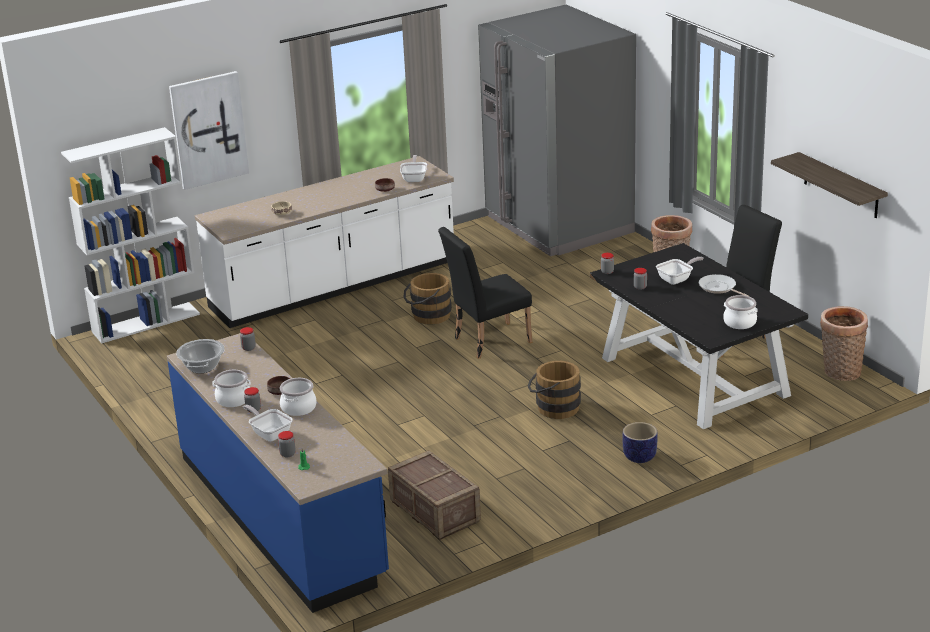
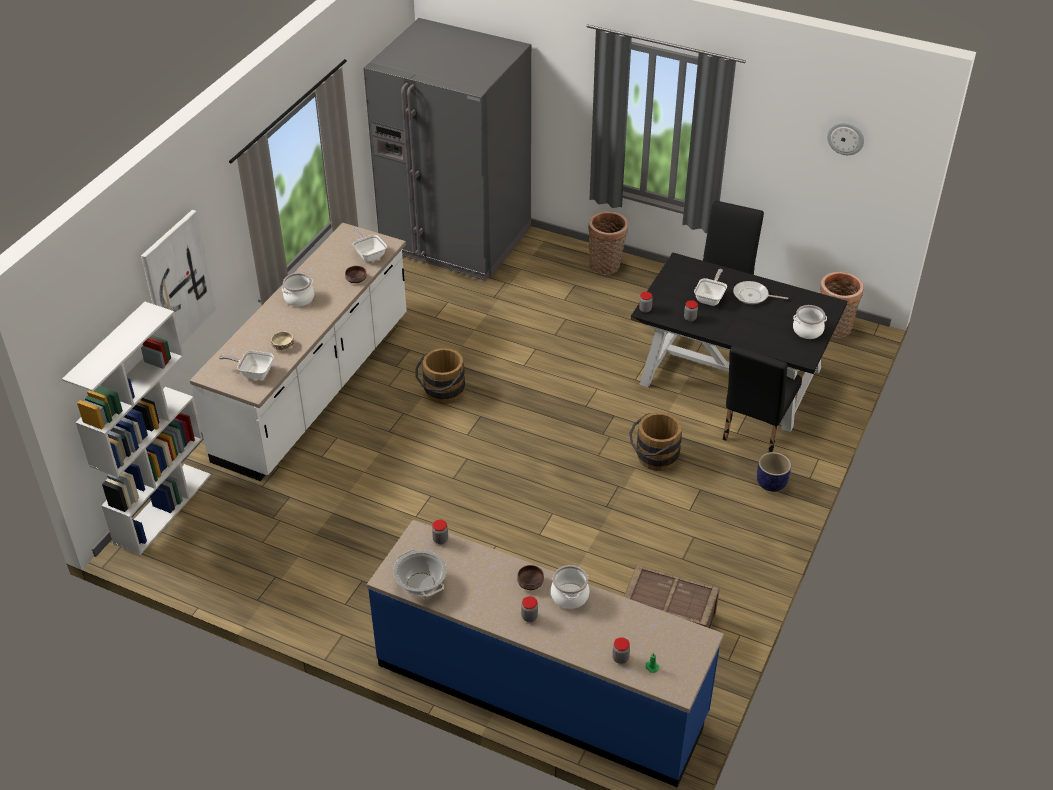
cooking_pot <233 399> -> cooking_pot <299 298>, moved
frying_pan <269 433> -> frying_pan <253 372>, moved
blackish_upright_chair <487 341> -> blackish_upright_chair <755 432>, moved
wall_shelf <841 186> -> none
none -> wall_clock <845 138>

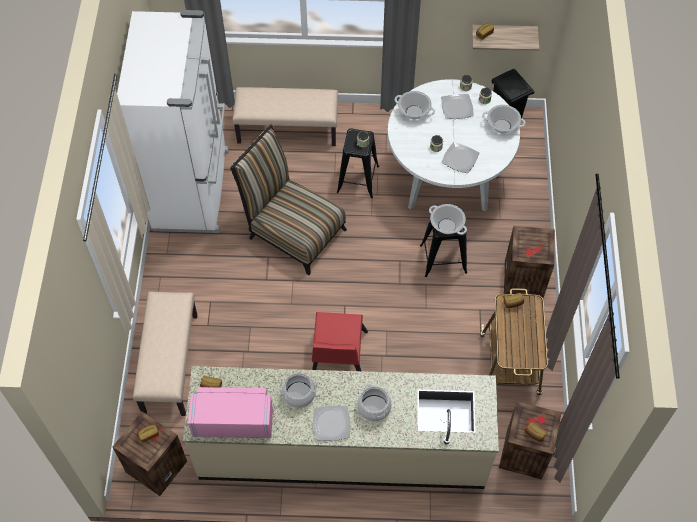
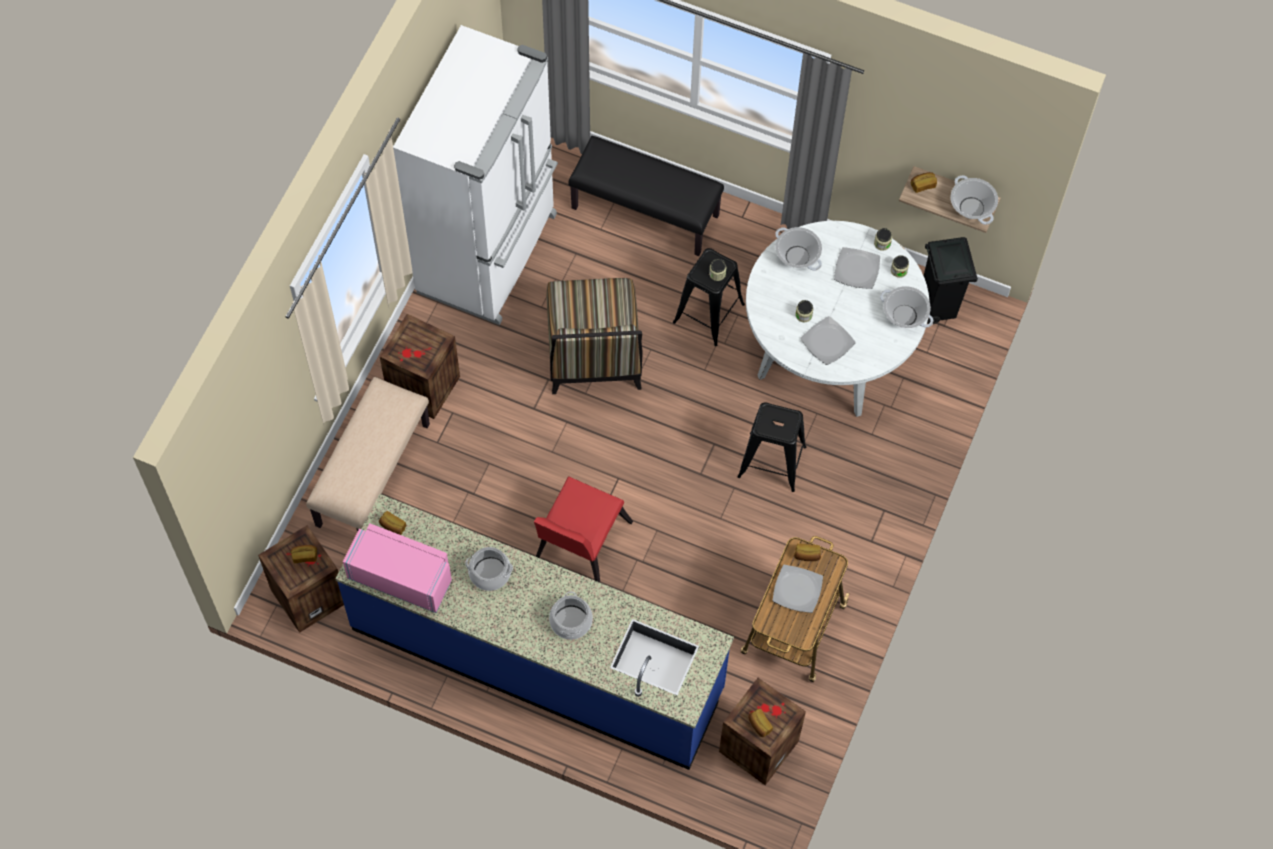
beige-coloured_kitchen_base_unit <342 449> -> blue_kitchen_base_unit <537 658>
upright_chair <292 230> -> upright_chair <594 354>, 150 degrees counterclockwise
beige-coloured_bench <288 129> -> blackish_bench <646 211>
plate <331 424> -> plate <797 590>, moved
cooking_pot <446 226> -> cooking_pot <971 208>, moved
shipping_crate <524 279> -> shipping_crate <424 388>, moved

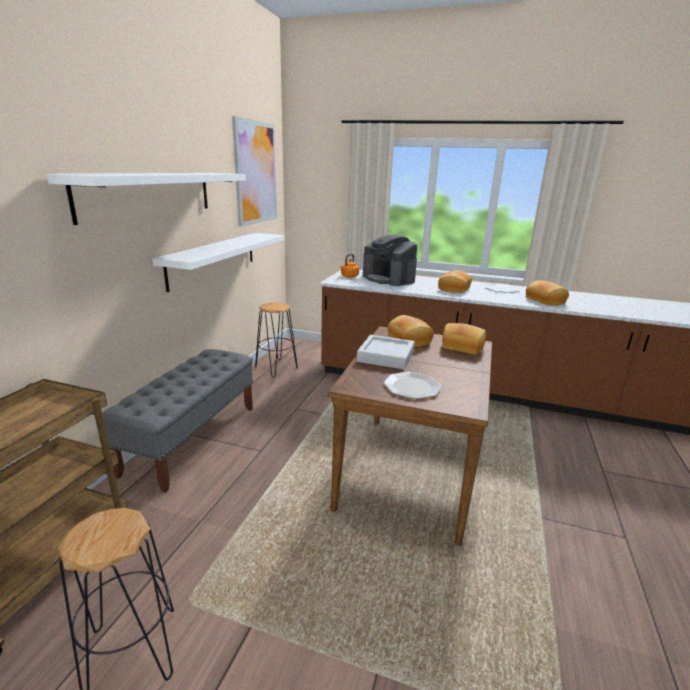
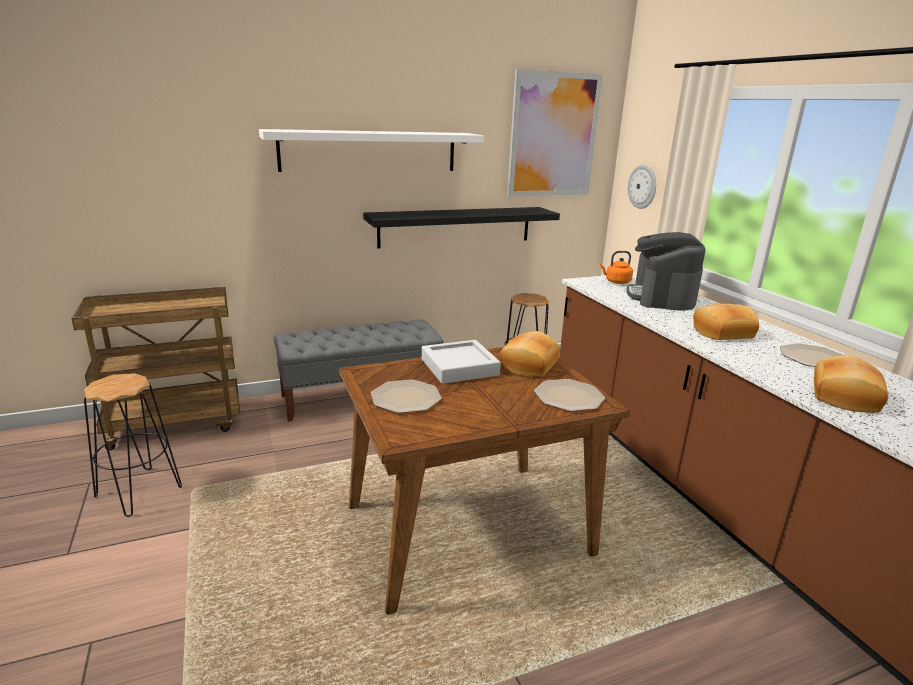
white_wall_shelf <214 259> -> blackish_wall_shelf <456 226>
bakery_bread <462 346> -> plate <569 397>
none -> wall_clock <643 186>

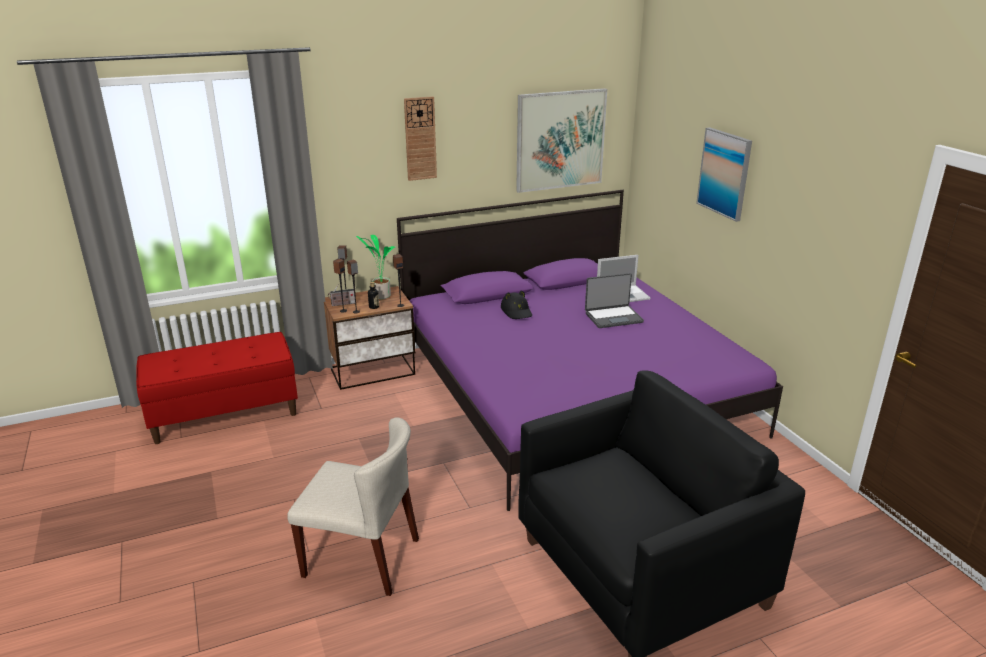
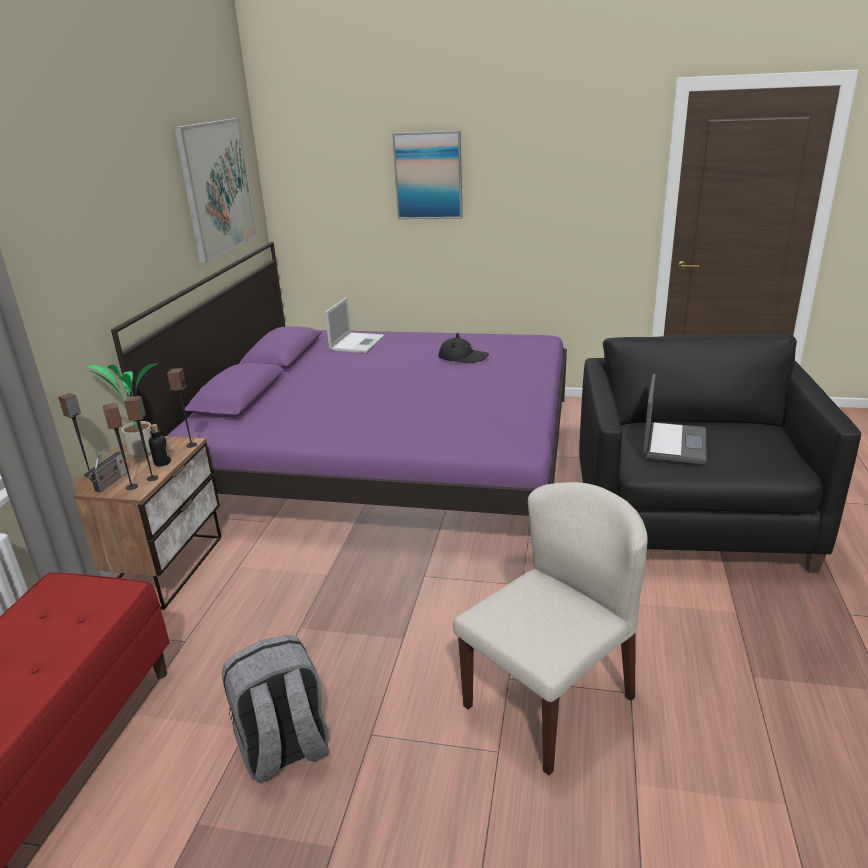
wall_clock <420 139> -> none
blackish_hat <516 311> -> blackish_hat <463 357>, moved
laptop <613 317> -> laptop <672 444>, moved
none -> gray_backpack <284 749>

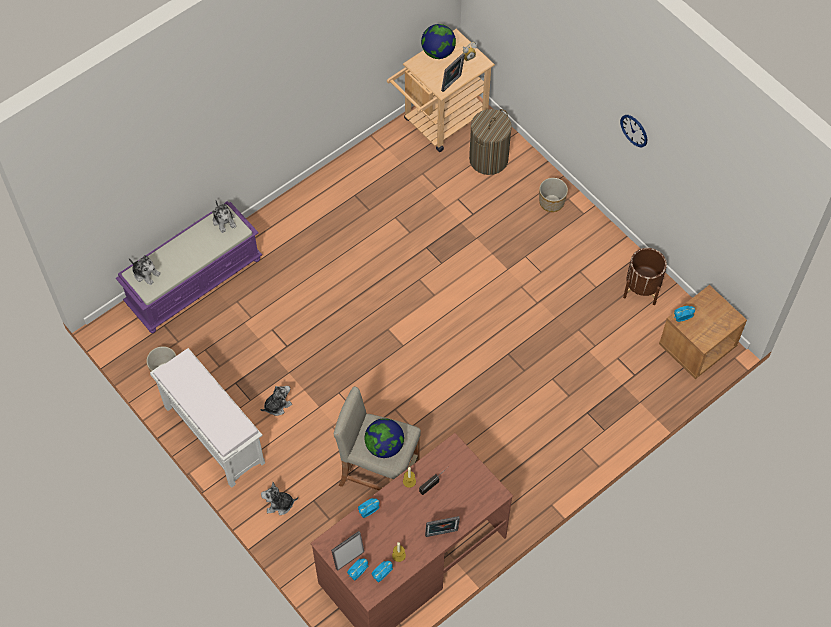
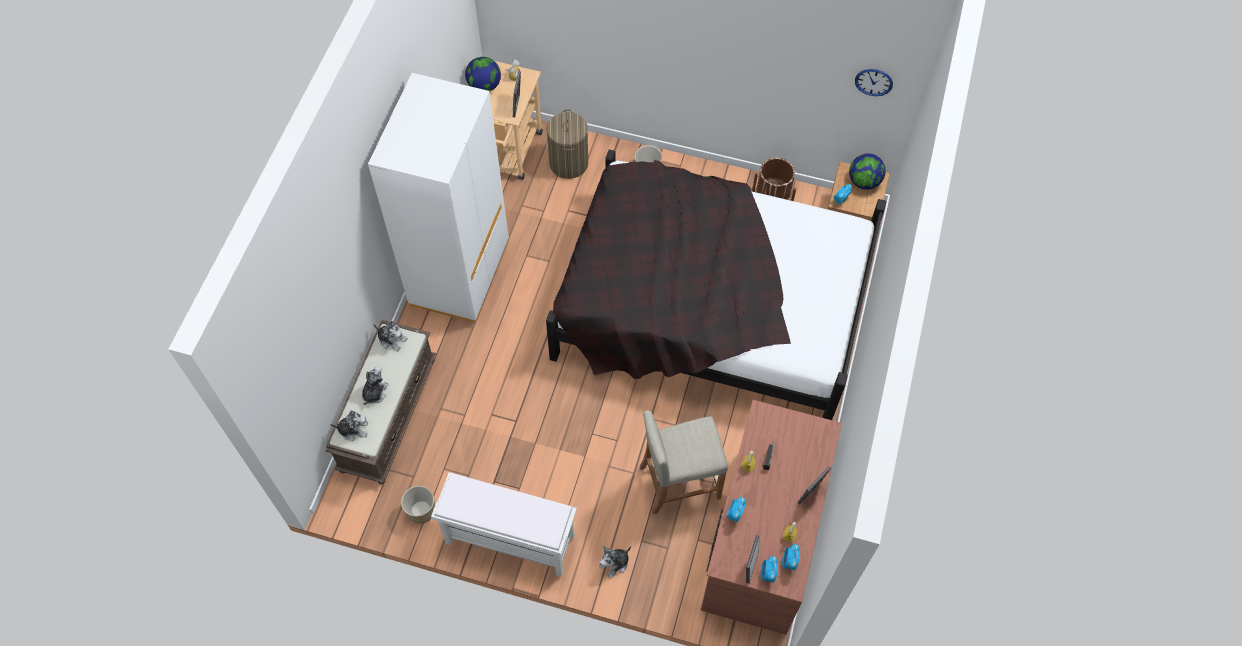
purplish_bench <194 281> -> brownish_bench <387 413>
soft_toy <277 405> -> soft_toy <374 392>, moved
world_globe <384 446> -> world_globe <864 181>, moved
wall_clock <634 130> -> wall_clock <873 82>, moved
none -> white_wardrobe <460 274>
none -> blackish_bedroom_bed <709 308>

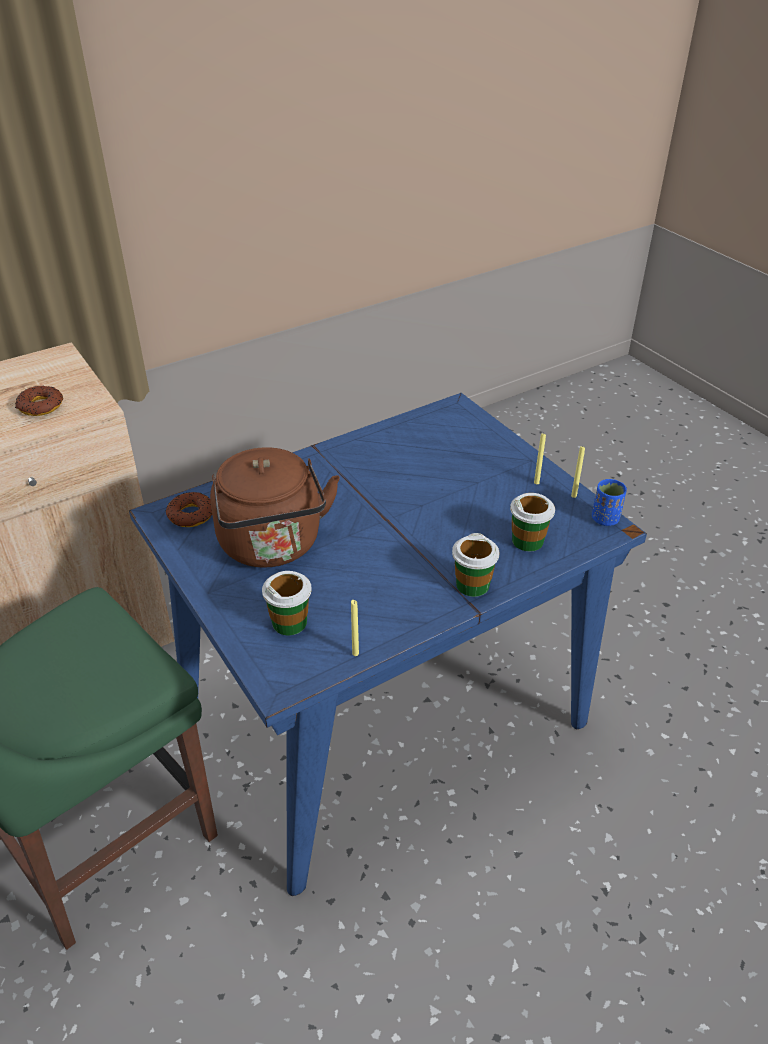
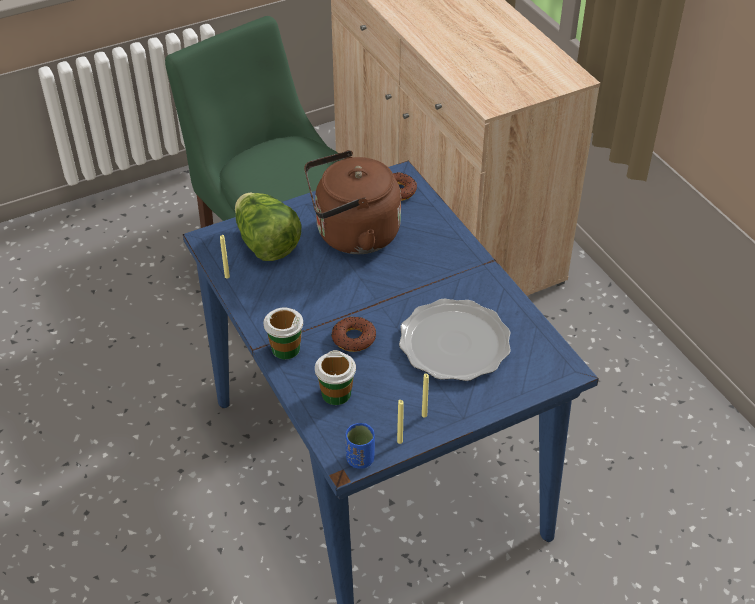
doughnut <40 406> -> doughnut <353 338>, moved
small_cup <290 622> -> lettuce <266 244>
none -> plate <453 343>

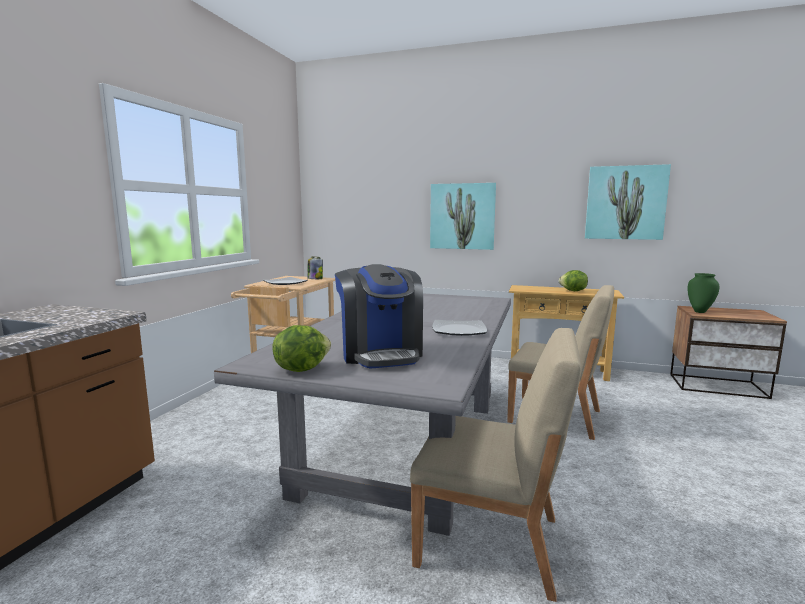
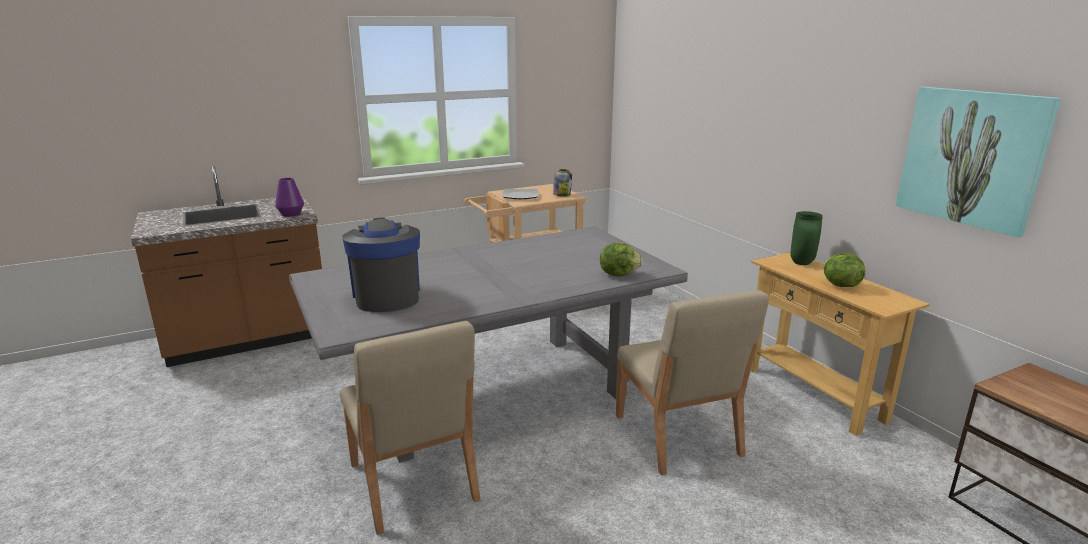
lettuce <301 369> -> lettuce <618 274>, moved
coffee_machine <380 353> -> coffee_machine <386 295>, 135 degrees clockwise
wall_art <462 216> -> none
plate <458 330> -> none
green-coloured_vase <699 312> -> green-coloured_vase <801 263>, moved
none -> purplish_vase <291 214>

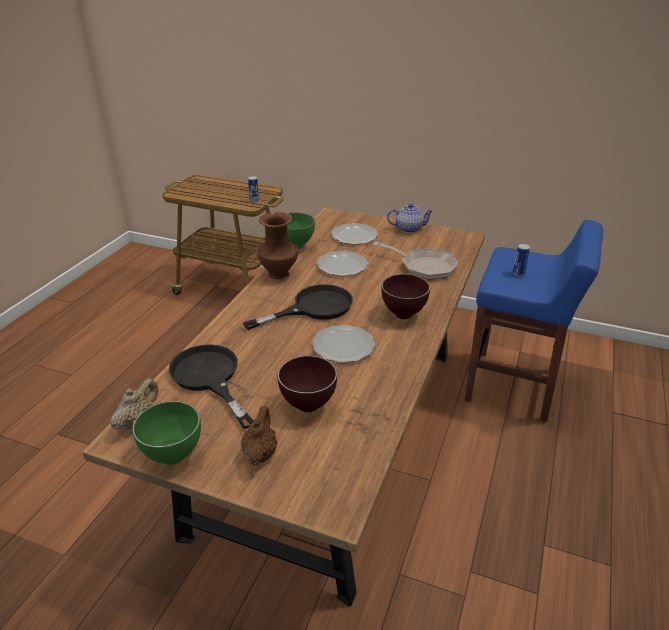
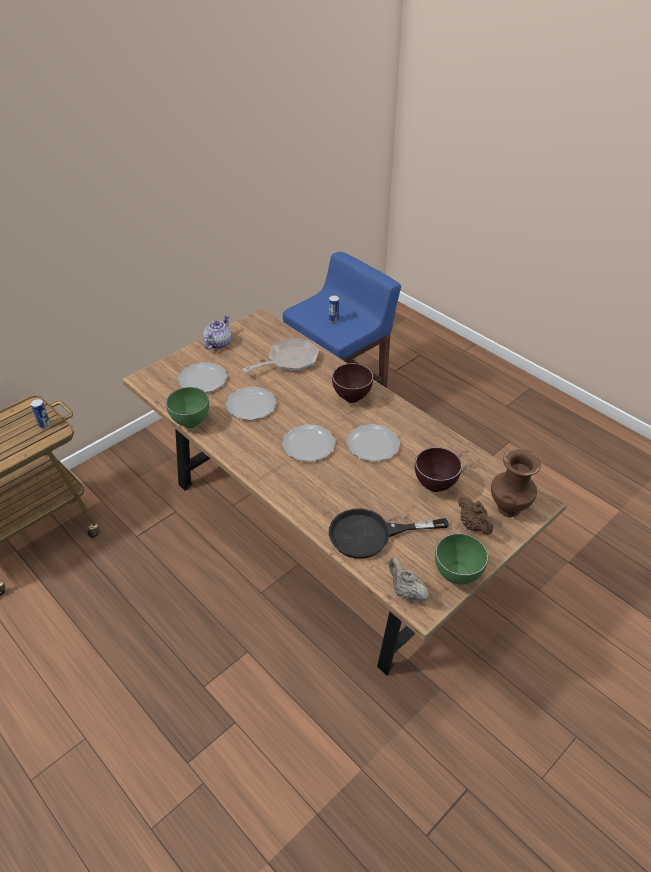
brownish_tea_pot <260 453> -> brownish_tea_pot <473 526>, 150 degrees counterclockwise
blackish_frying_pan <313 308> -> plate <308 444>
brownish_vase <279 274> -> brownish_vase <508 507>, moved

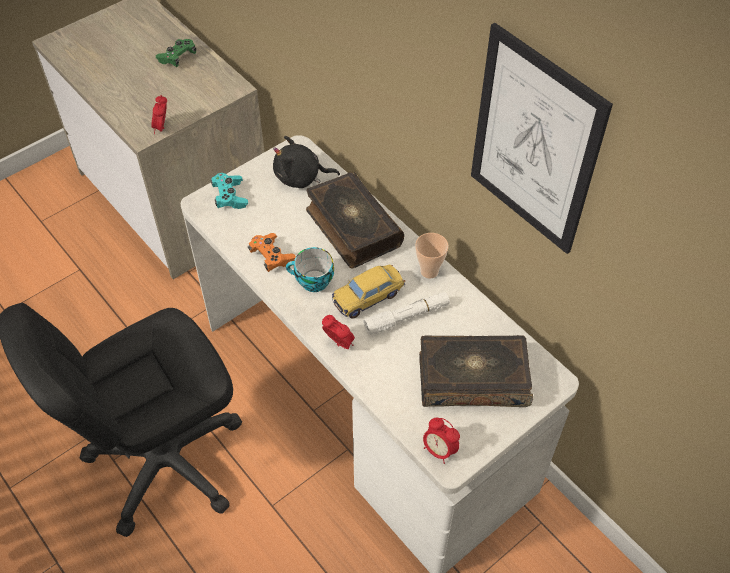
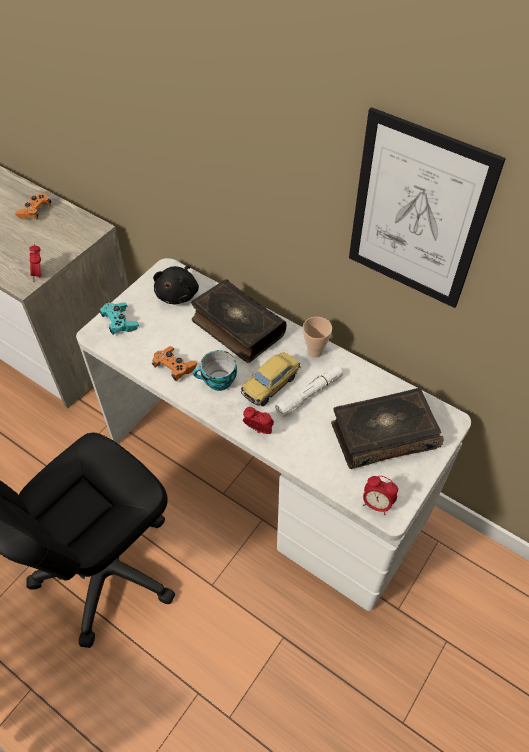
green-coloured_gamepad <177 58> -> orange_gamepad <35 211>
blackish_soft_toy <301 177> -> blackish_soft_toy <178 294>, 60 degrees counterclockwise

